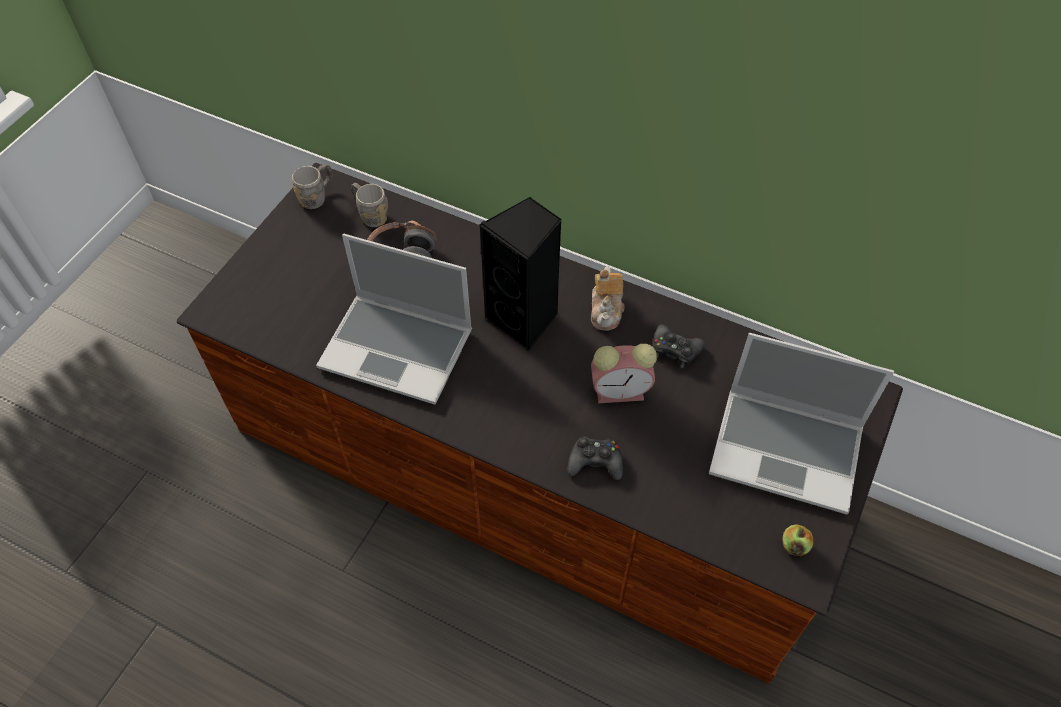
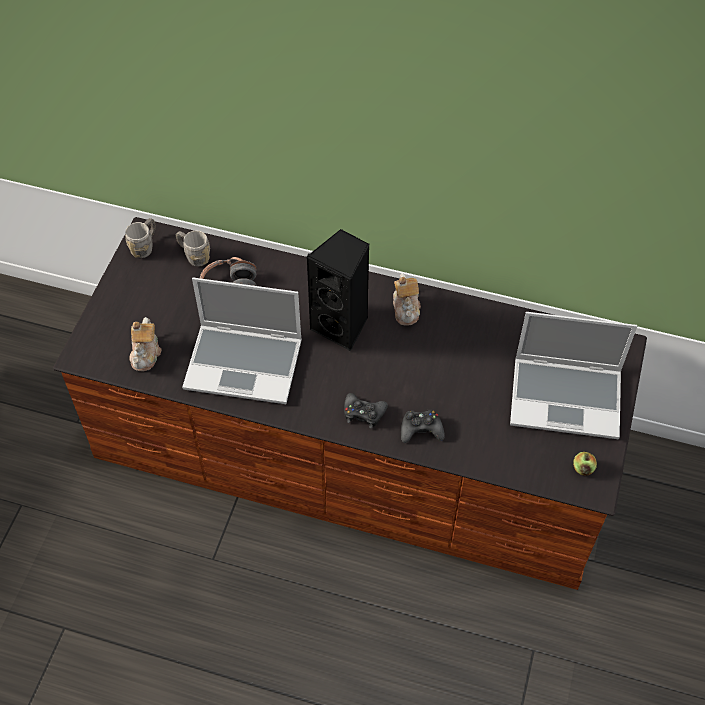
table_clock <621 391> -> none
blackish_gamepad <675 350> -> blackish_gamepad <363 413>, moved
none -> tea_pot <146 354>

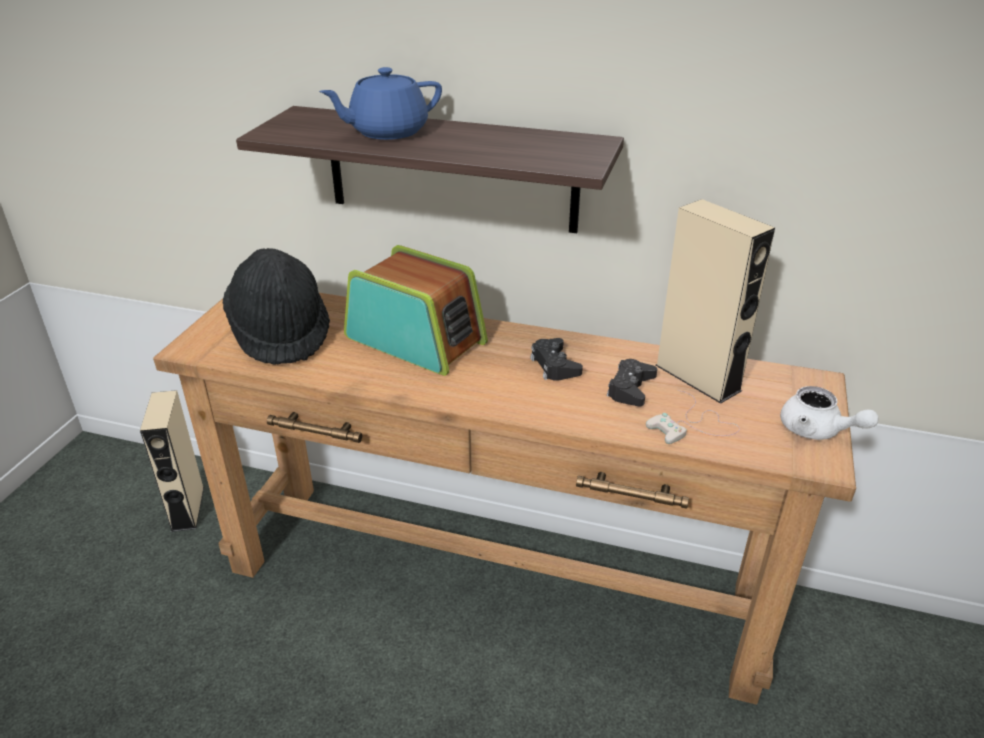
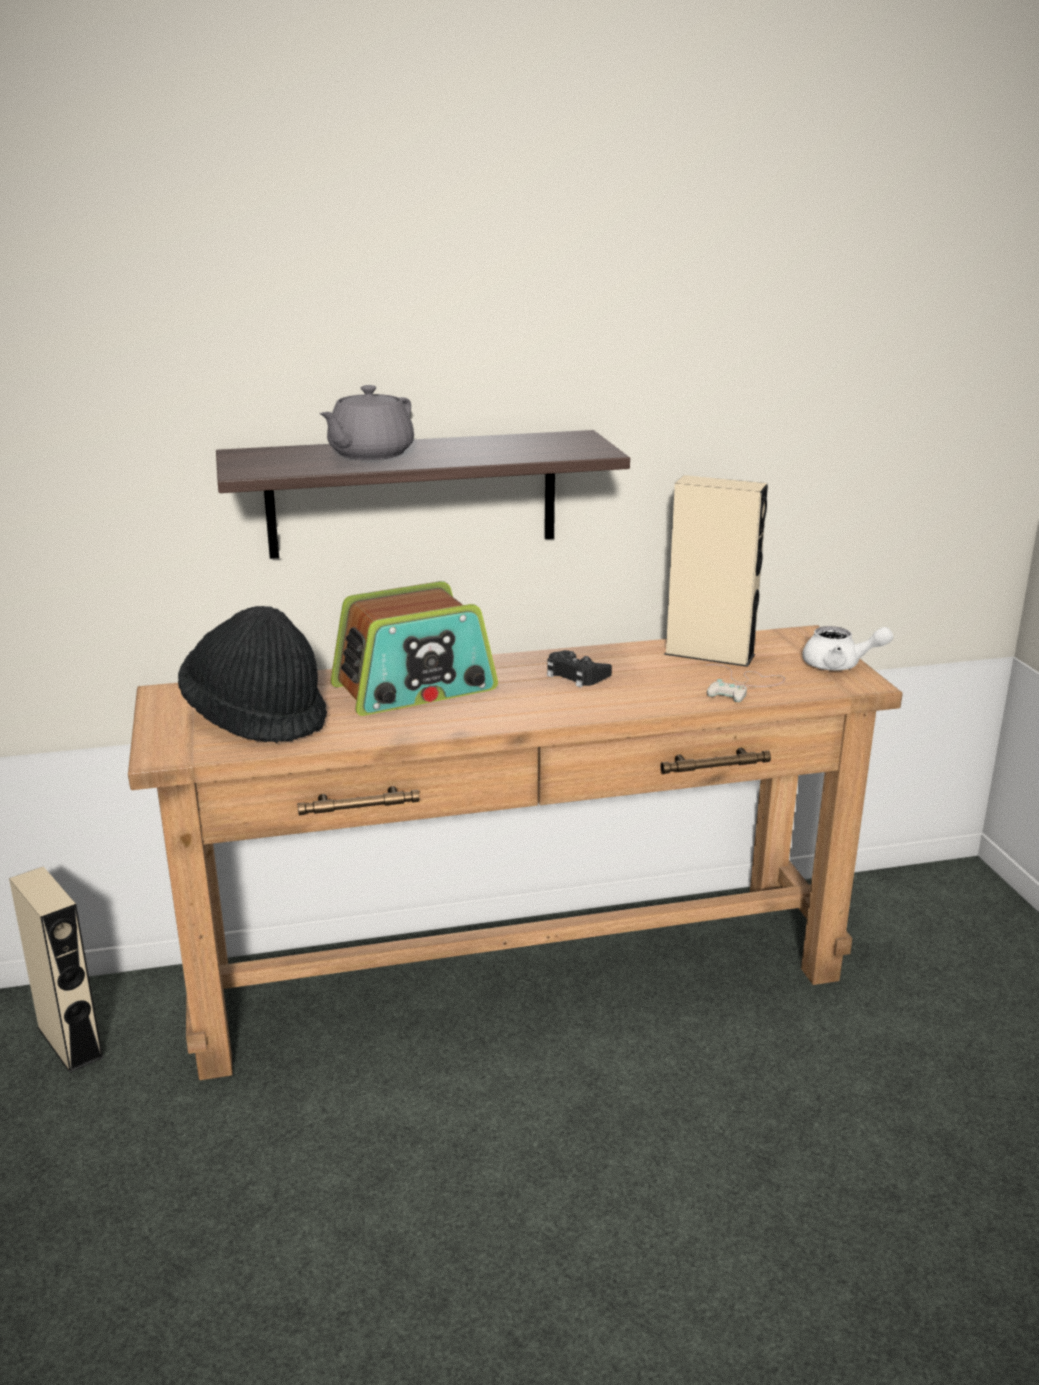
blue_tea_pot <387 132> -> gray_tea_pot <369 454>
radio_set <416 340> -> radio_set <415 688>, 150 degrees clockwise
blackish_gamepad <630 389> -> none

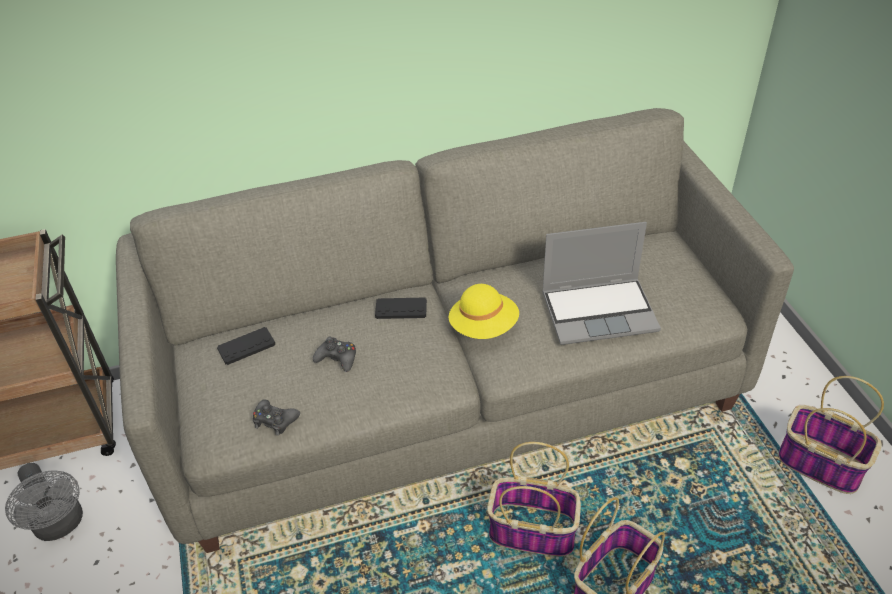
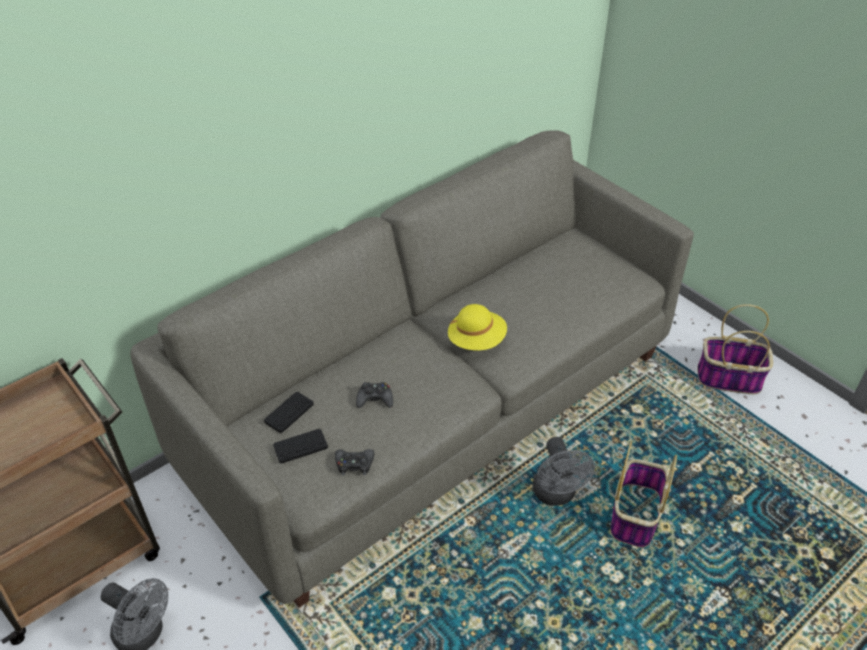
blackish_gamepad <401 309> -> blackish_gamepad <300 447>, moved
storage_basket <533 531> -> gray_cooling_fan <556 495>
laptop <600 311> -> none

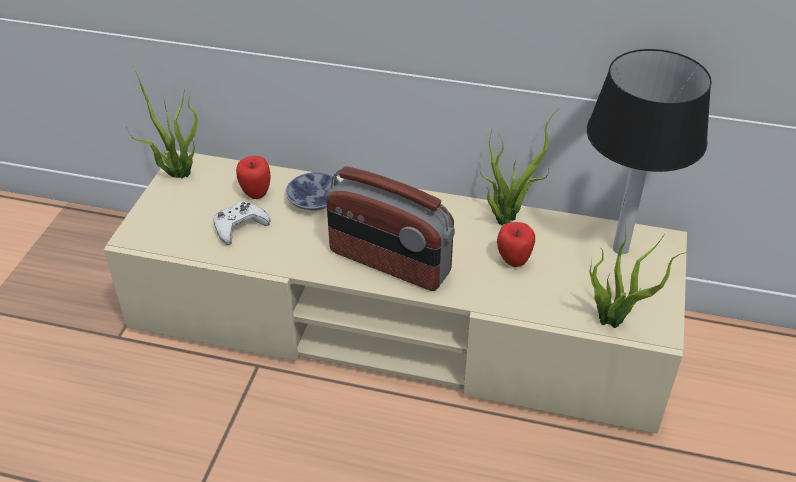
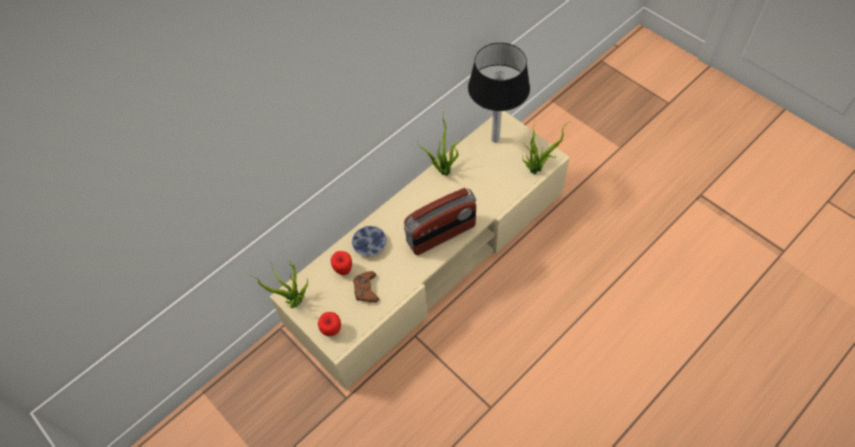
white_gamepad <239 227> -> brownish_gamepad <366 289>
apple <513 262> -> apple <332 331>, moved

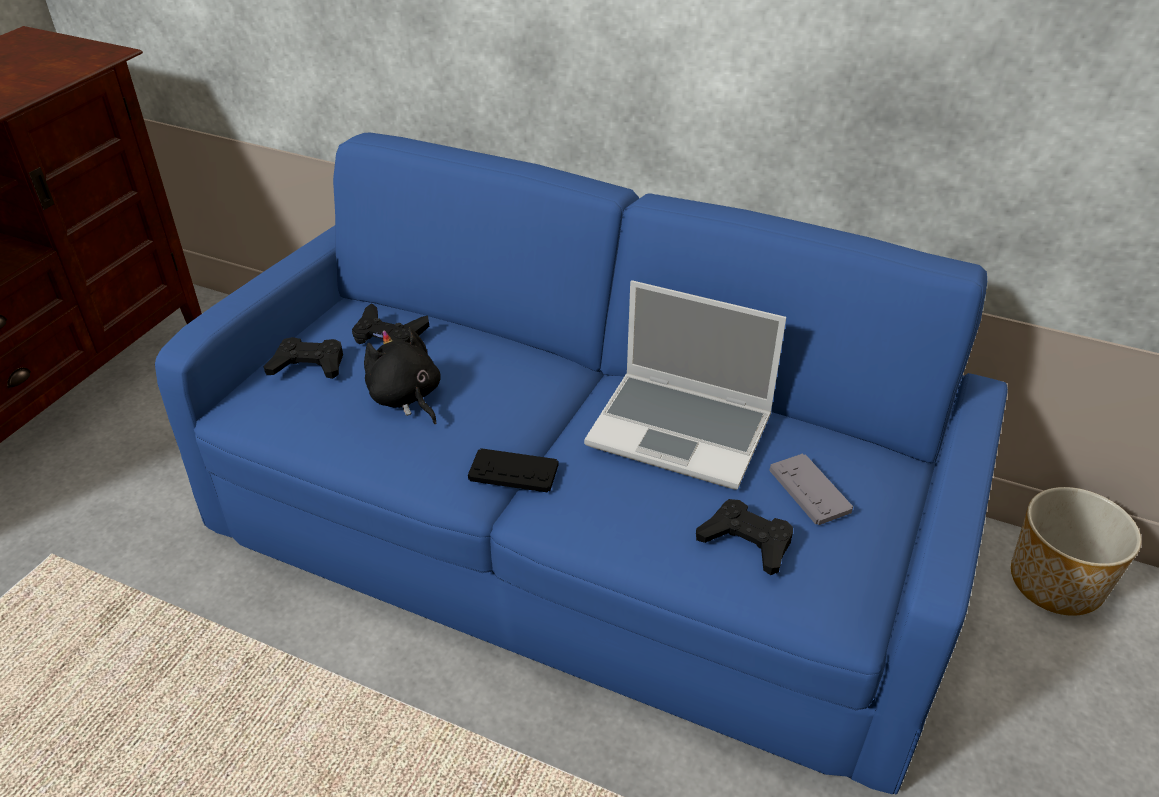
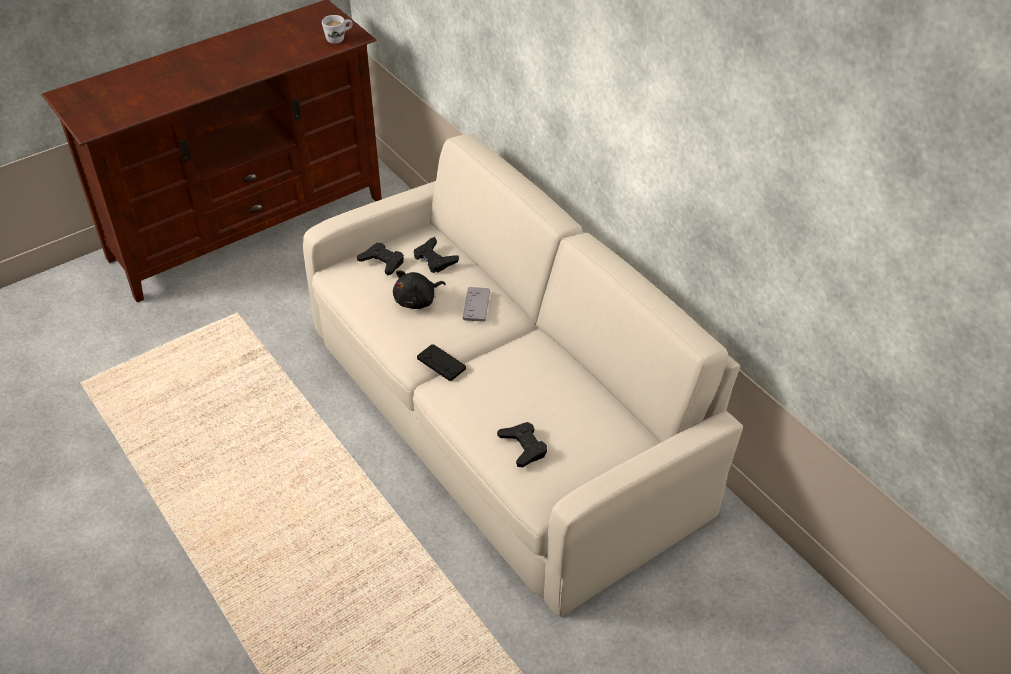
blue_settee <581 527> -> beige-coloured_settee <506 412>
blackish_soft_toy <406 398> -> blackish_soft_toy <417 301>, 120 degrees counterclockwise
laptop <682 430> -> none
gray_gamepad <809 490> -> gray_gamepad <476 305>, moved
planter <1056 582> -> none
none -> white_coffee_mug <339 39>

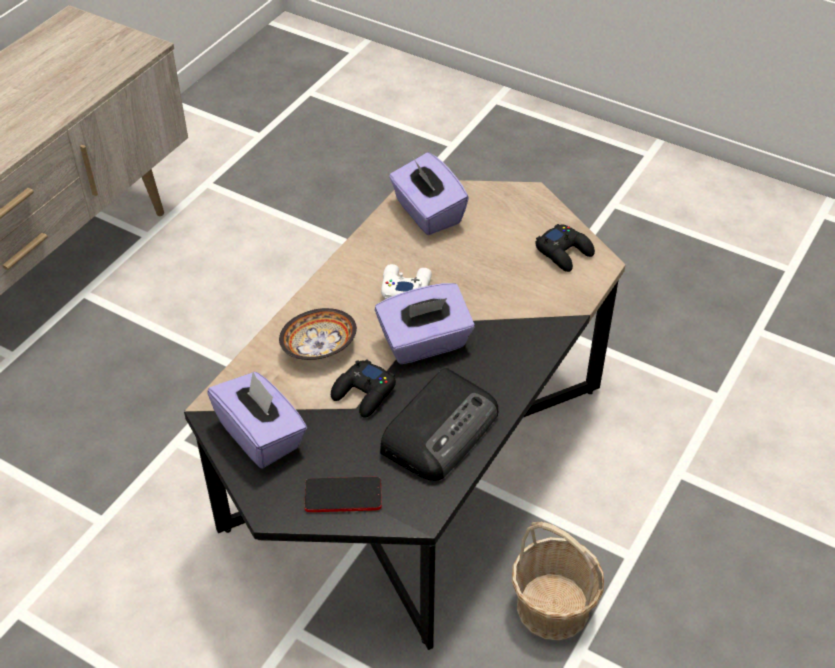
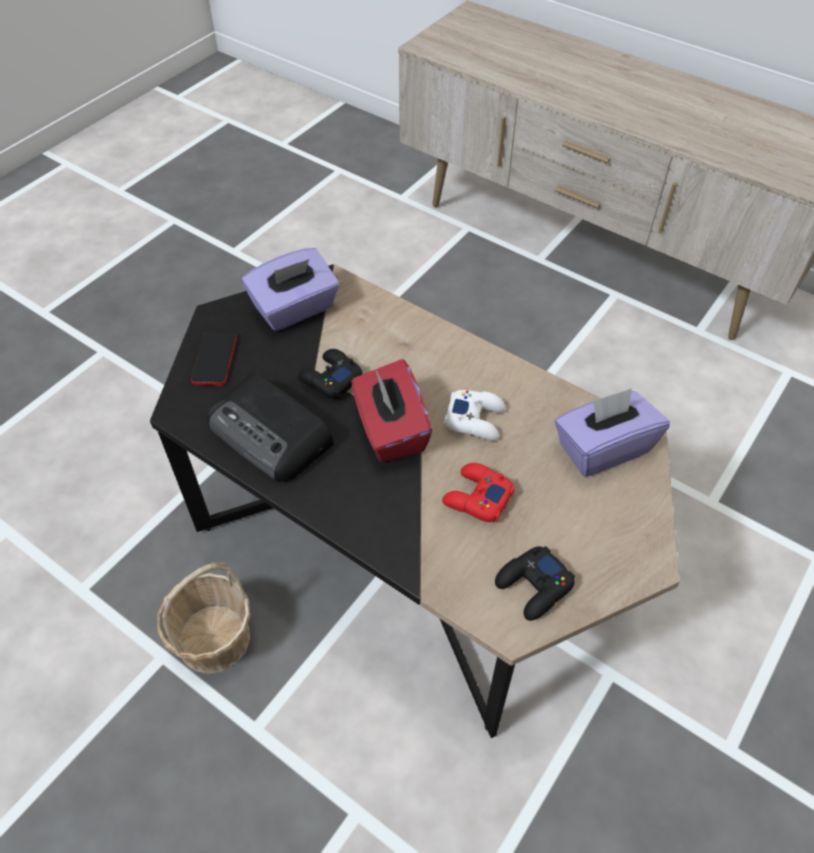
serving_bowl <317 348> -> none
purplish_box_of_tissues <425 343> -> red_box_of_tissues <390 430>
none -> red_gamepad <477 497>

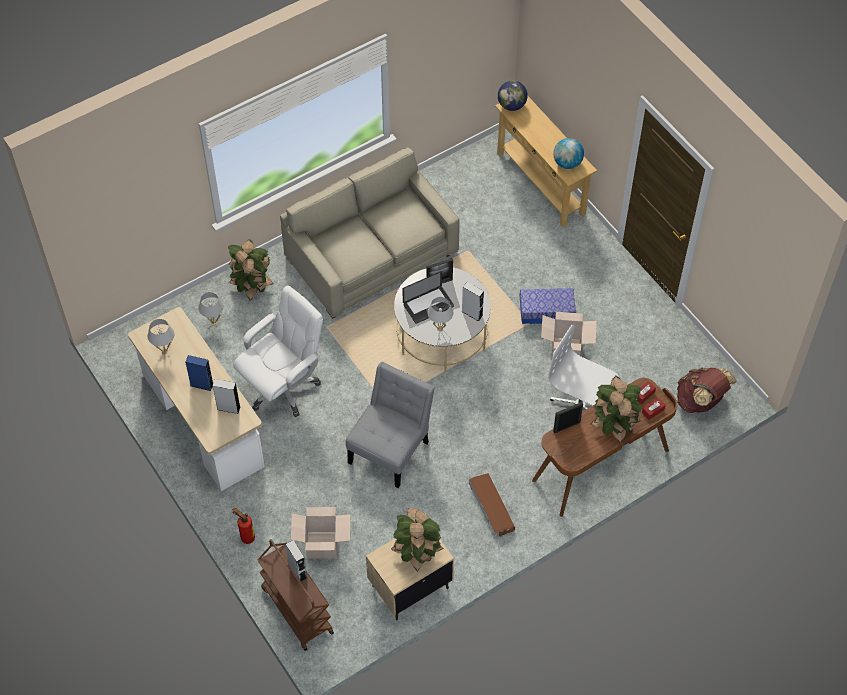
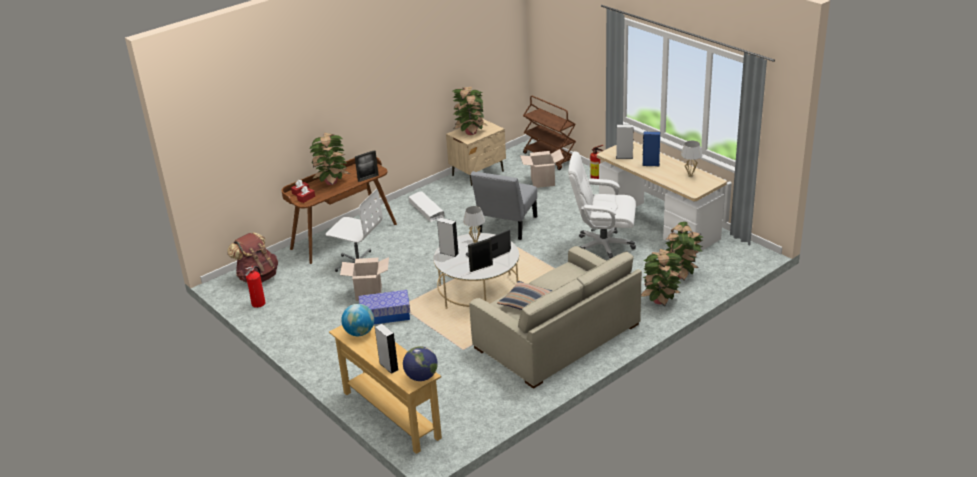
white_tabletop_lamp <214 323> -> houseplant <681 275>
white_office_chair <283 387> -> white_office_chair <602 247>, 60 degrees clockwise
gray_audio_speaker <297 571> -> gray_audio_speaker <388 366>, moved
brownish_storage_box <491 507> -> white_storage_box <426 209>
none -> fire_extinguisher <259 303>
none -> throw_pillow <526 302>

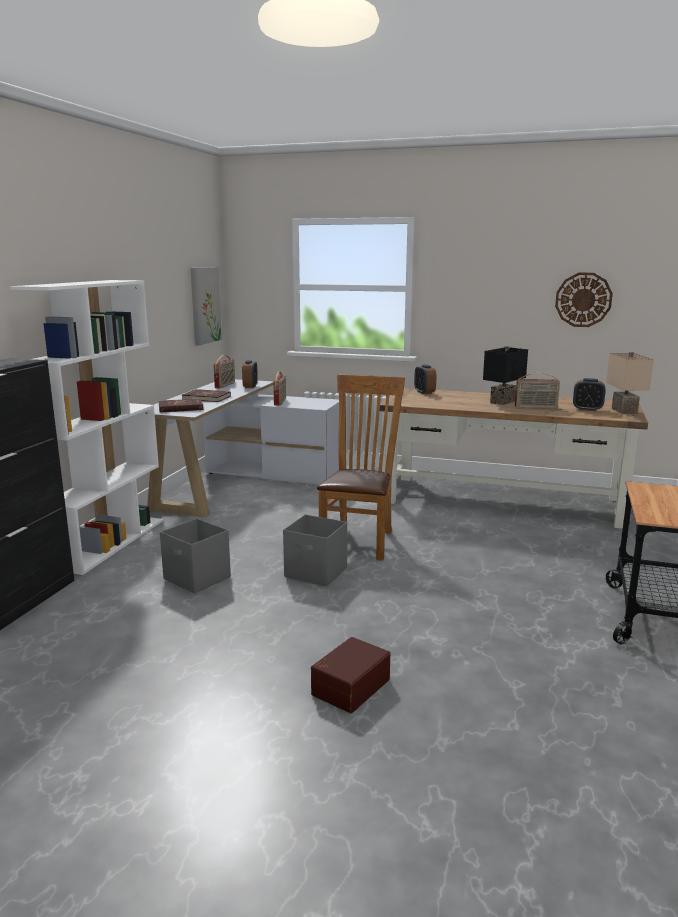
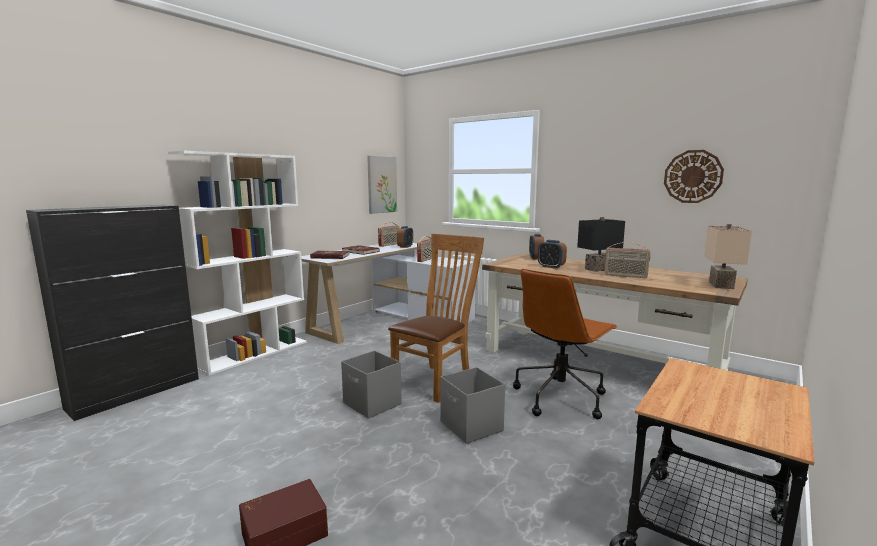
gray_storage_box <197 578> -> gray_storage_box <471 427>, moved
table_clock <587 409> -> table_clock <551 267>, moved
none -> brownish_office_chair <560 397>

